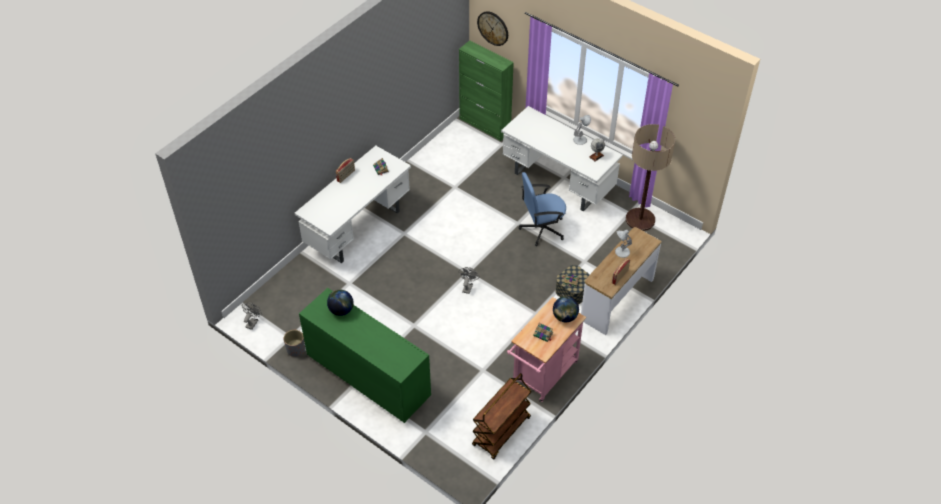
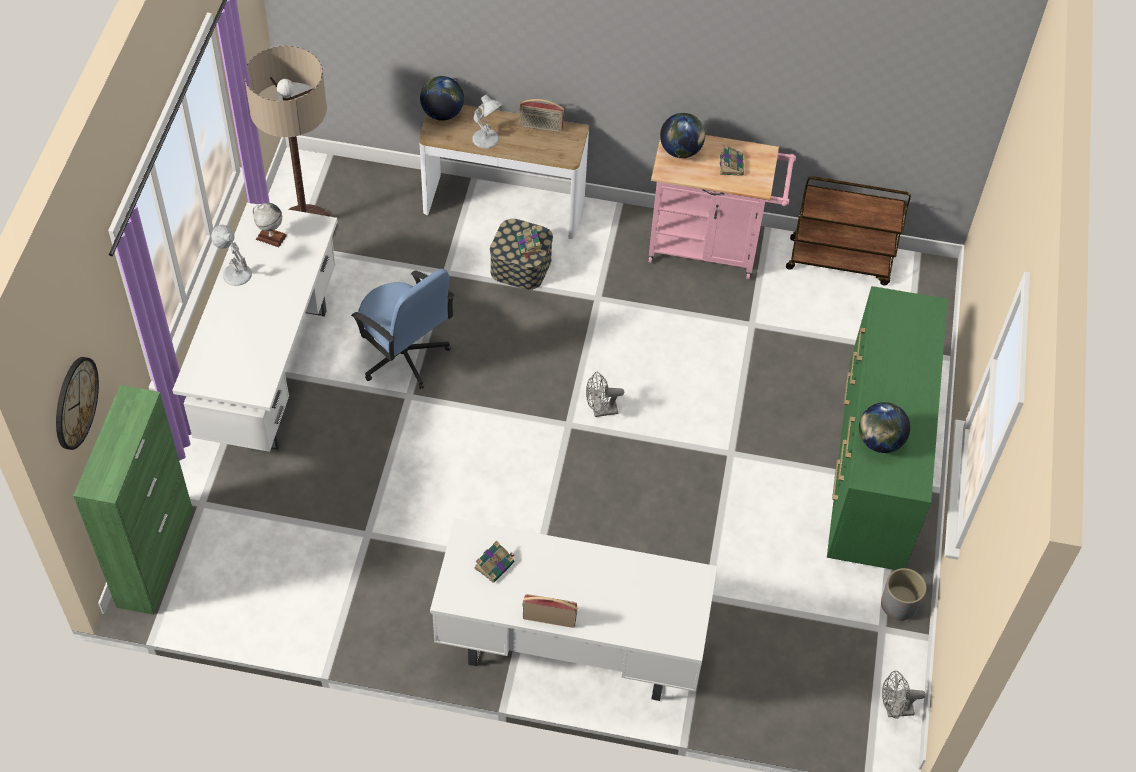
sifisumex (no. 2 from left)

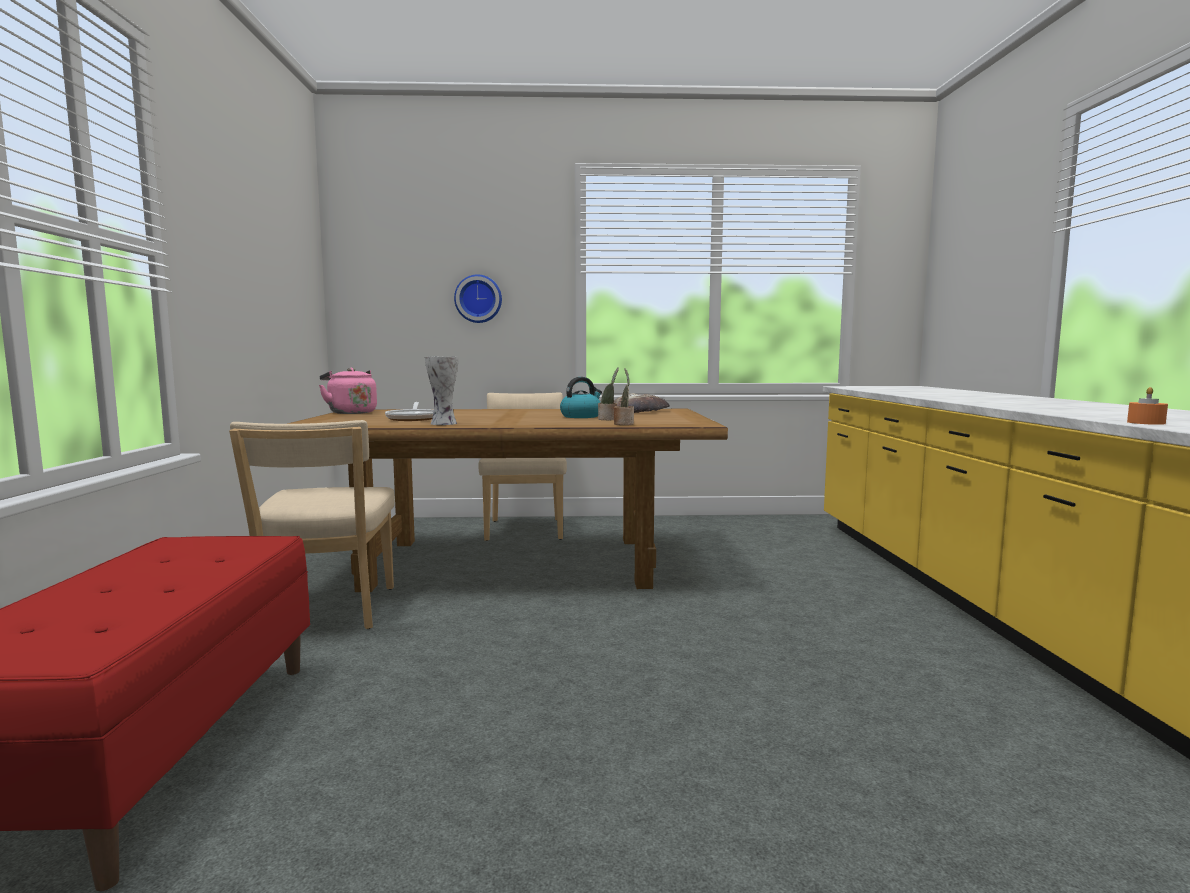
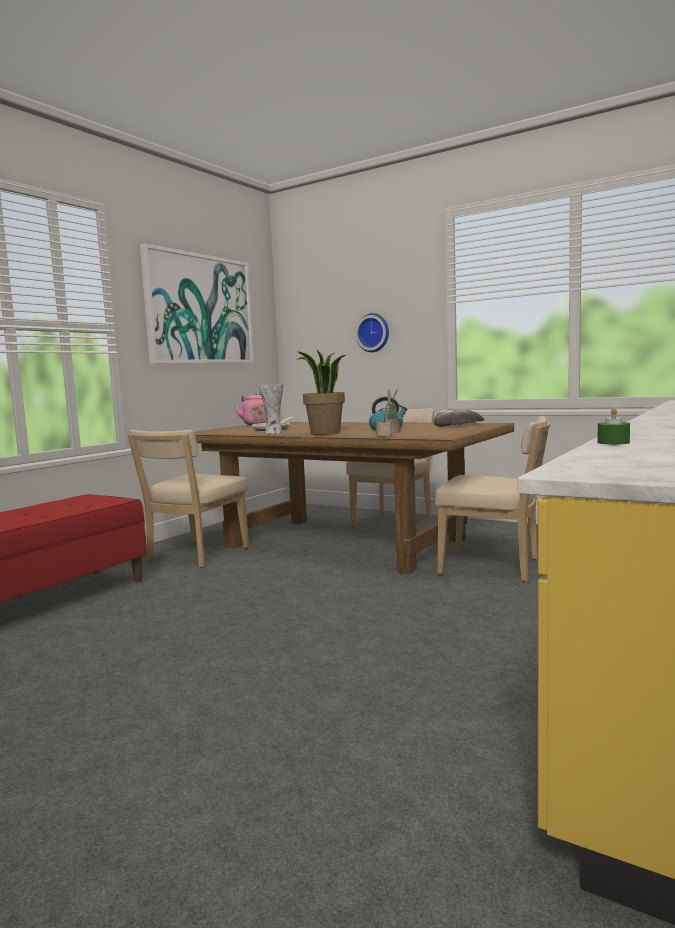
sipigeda
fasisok (no. 1 from left)
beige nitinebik (no. 3 from left)
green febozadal

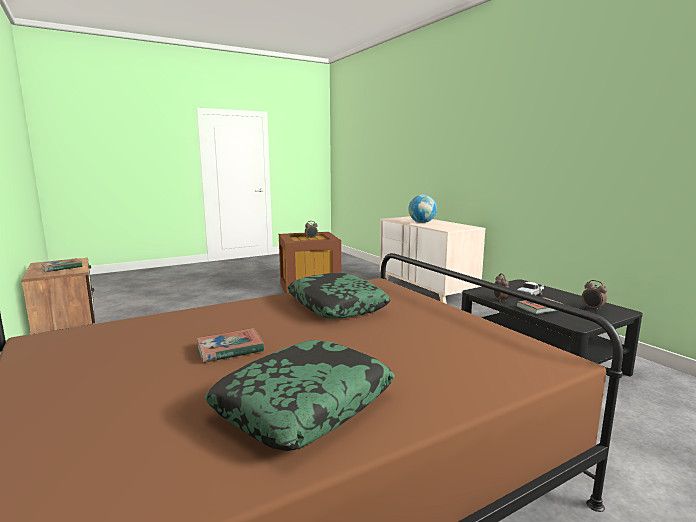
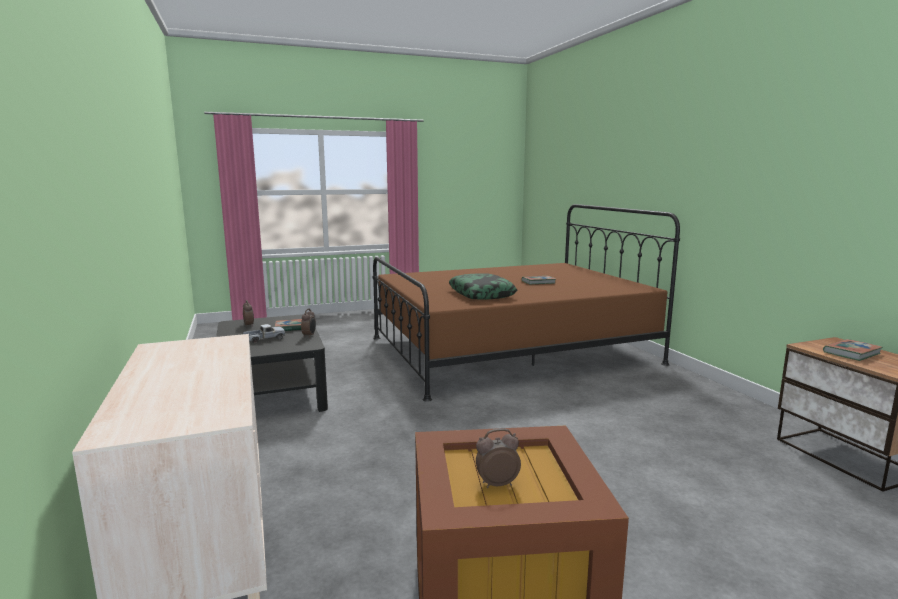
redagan (no. 1 from left in the first image)
sifisumex

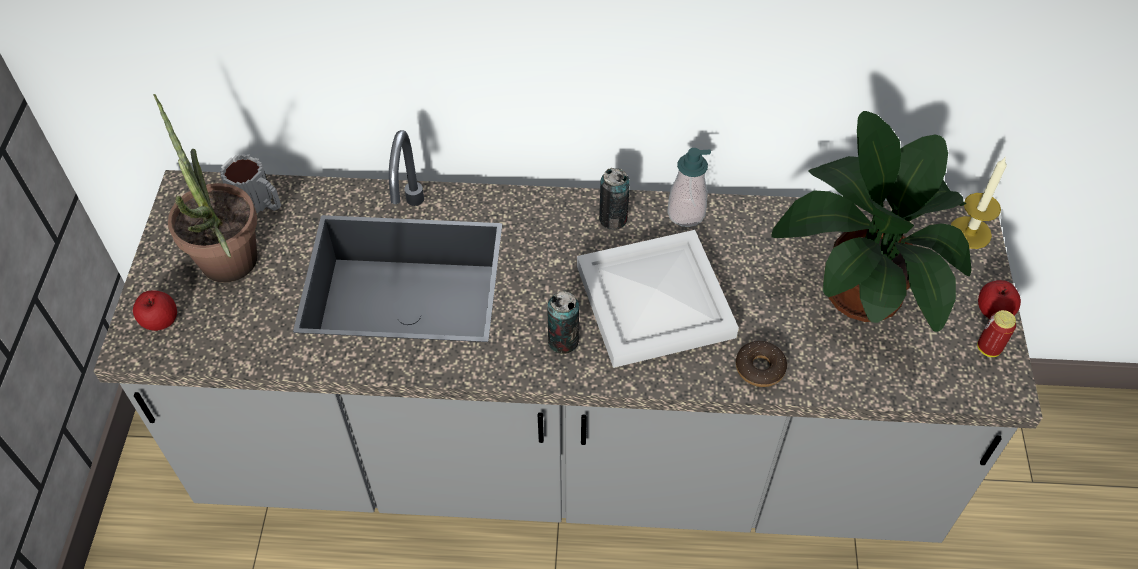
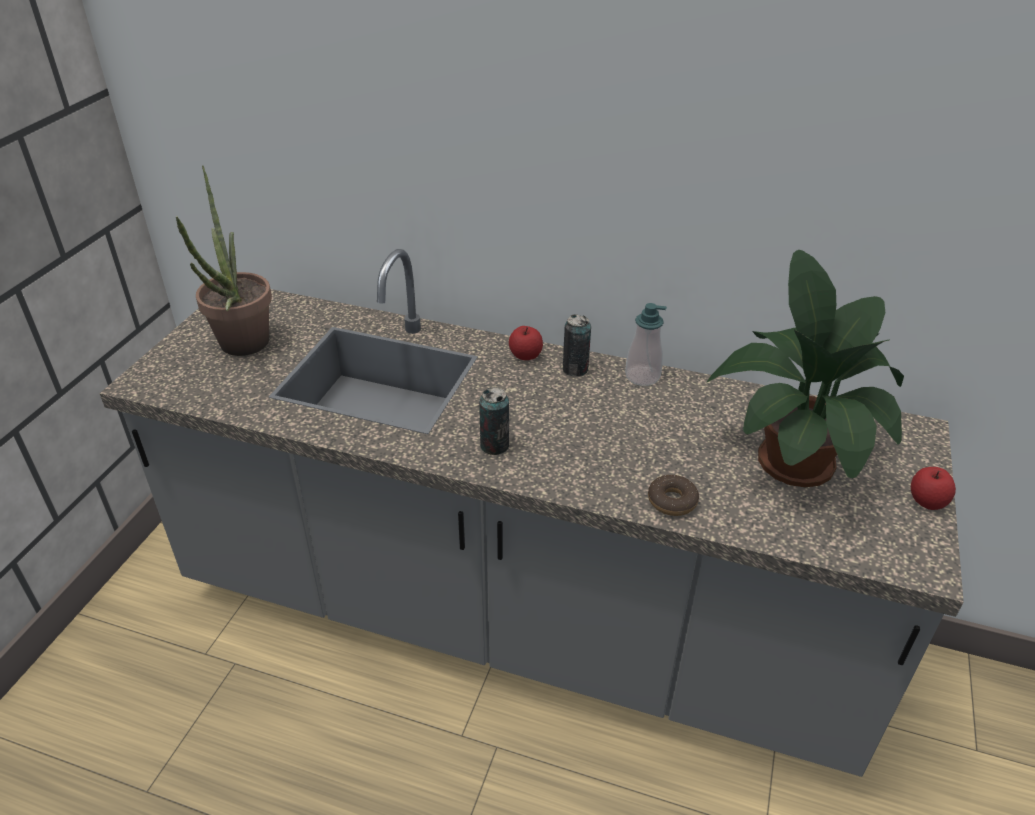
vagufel
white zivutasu
febozadal
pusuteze (no. 3 from left in the first image)
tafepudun (no. 1 from left)

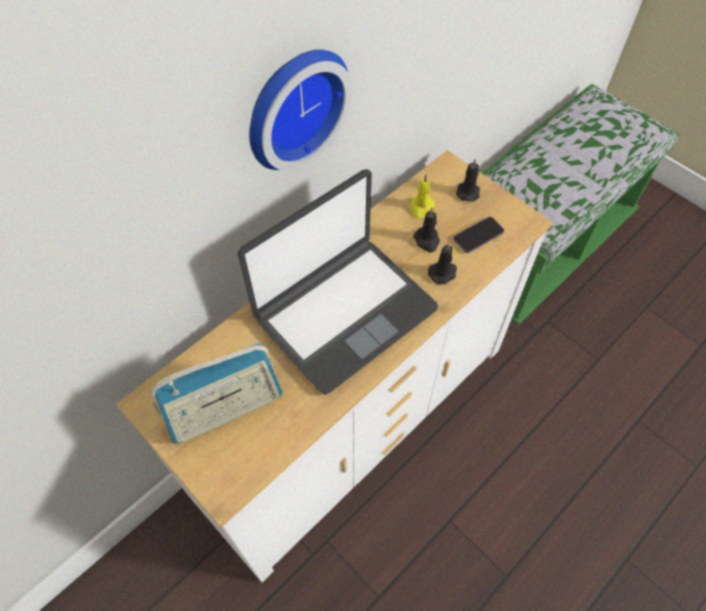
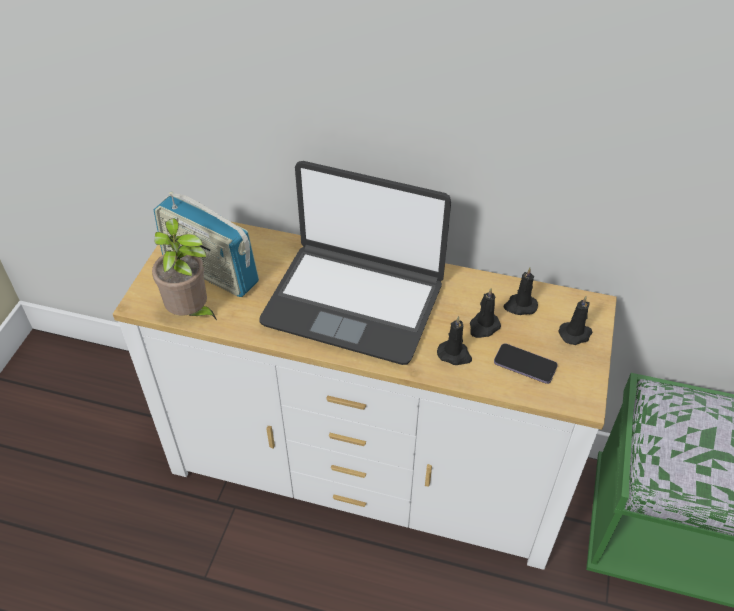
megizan
fasisok
black febozadal (no. 3 from left)

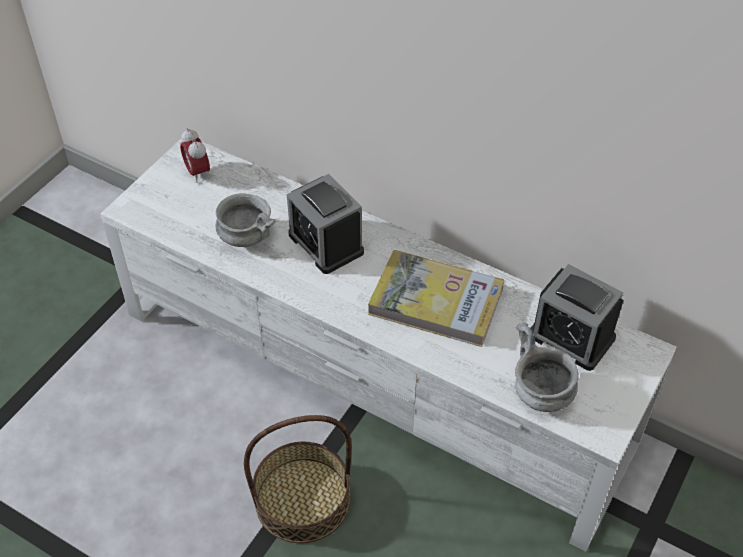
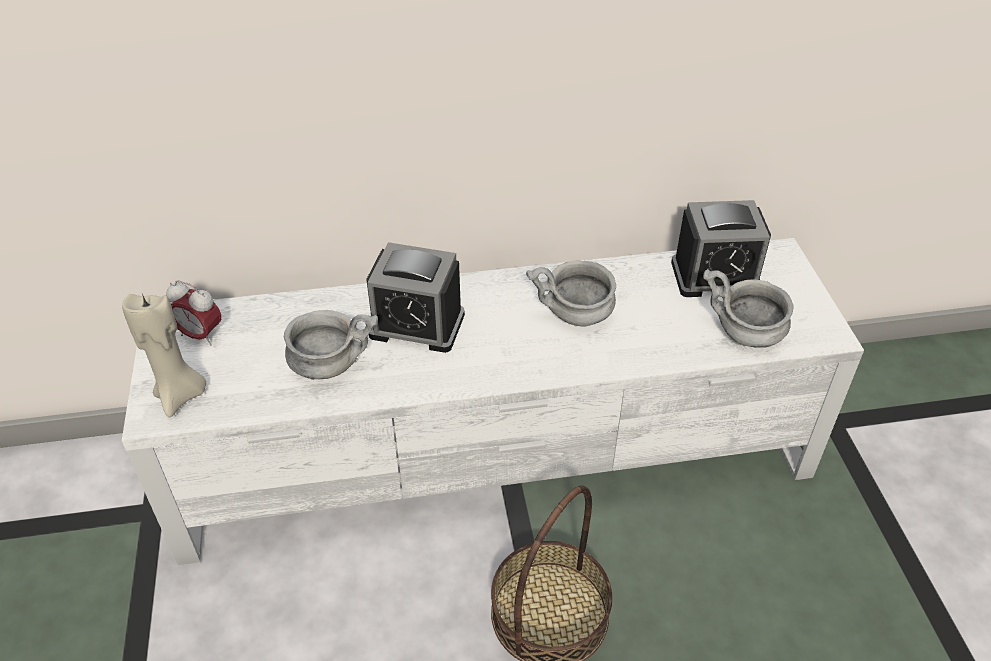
beige febozadal
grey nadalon (no. 2 from left)

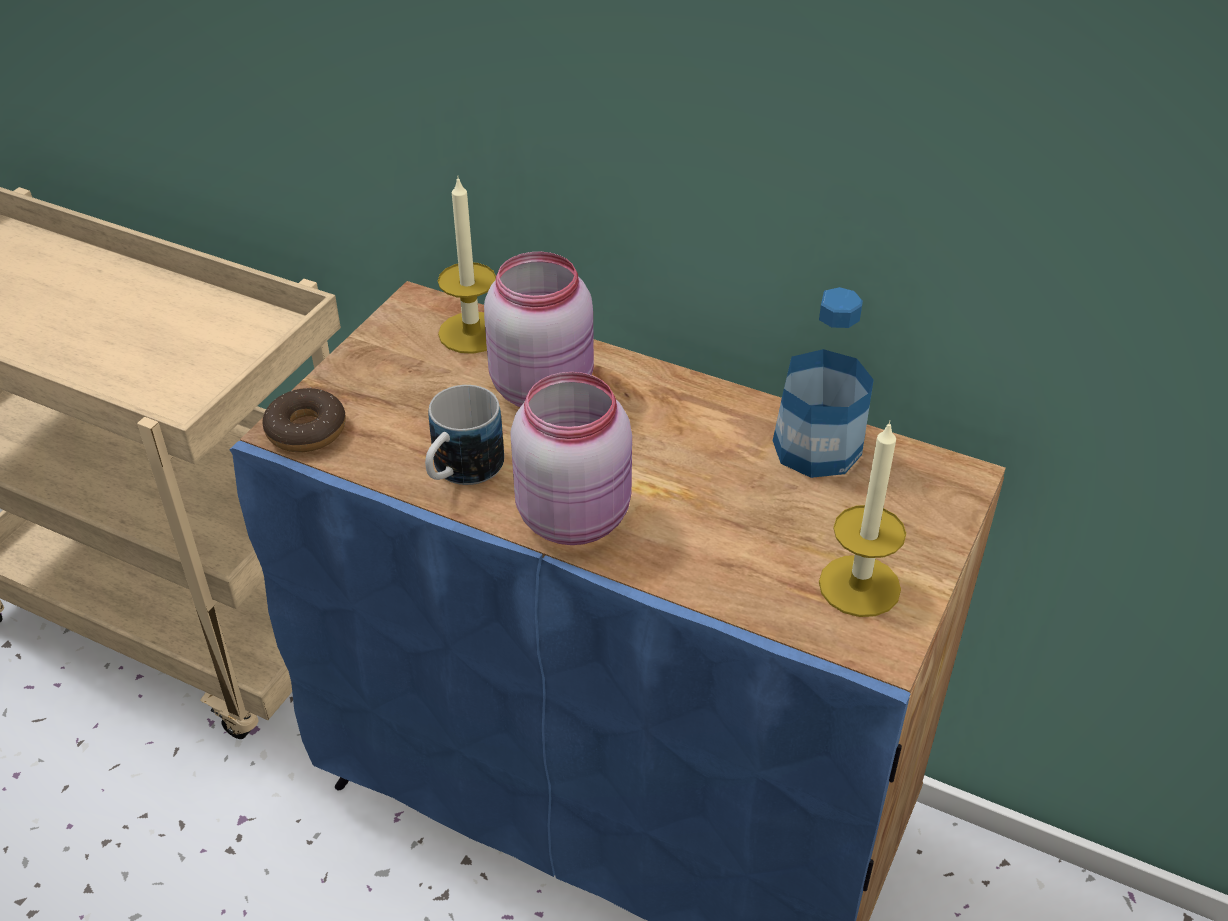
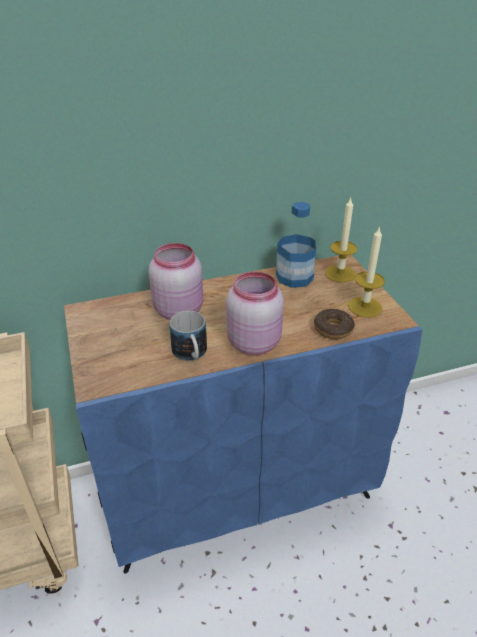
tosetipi
febozadal (no. 1 from left)

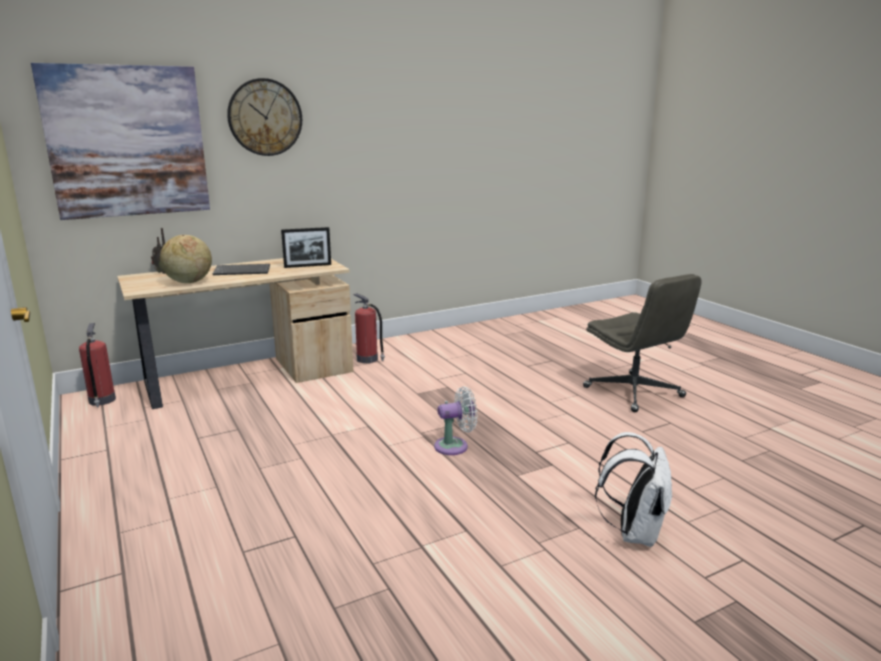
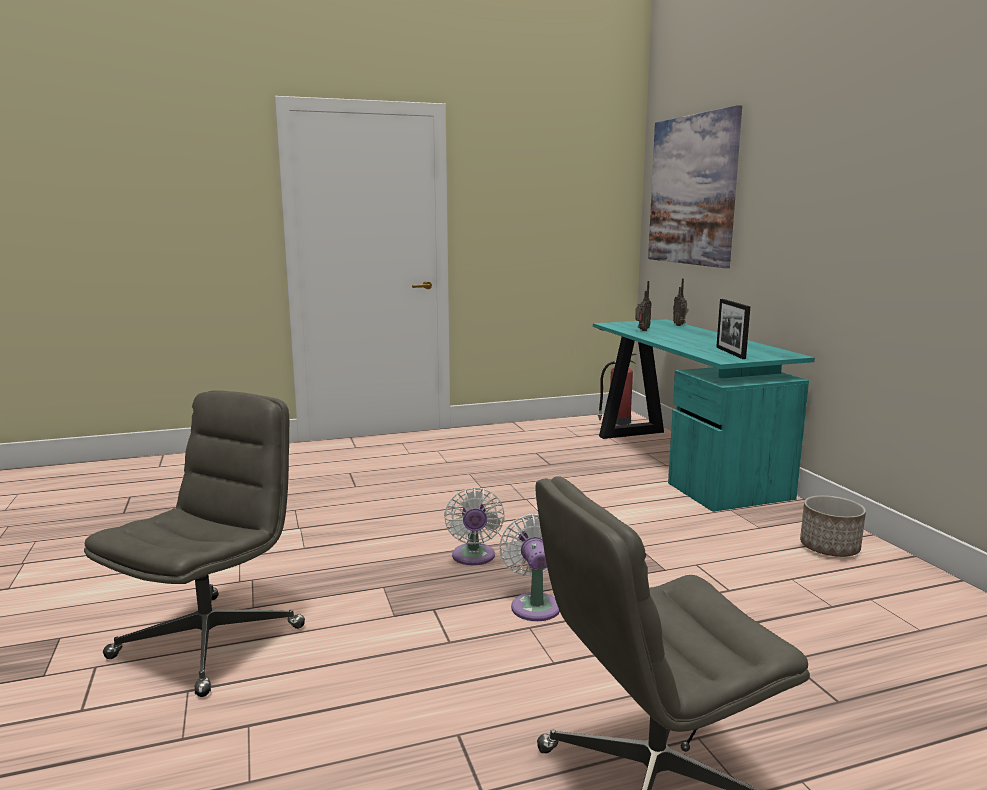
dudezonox
megizan
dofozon (no. 2 from left in the first image)
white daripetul (no. 2 from left)
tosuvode
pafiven (no. 1 from left)
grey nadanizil (no. 1 from left)
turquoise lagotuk

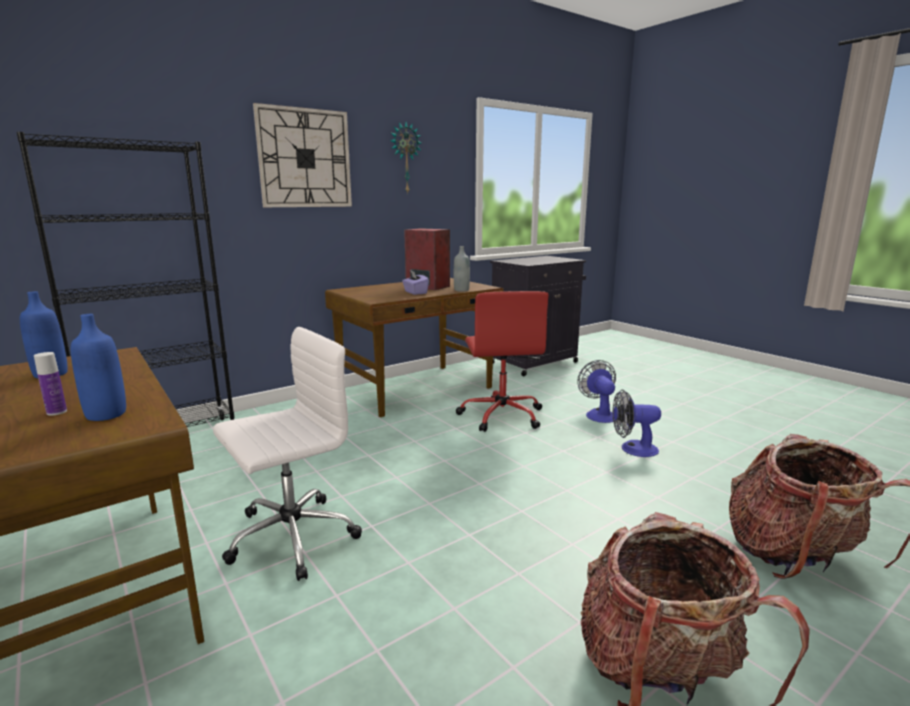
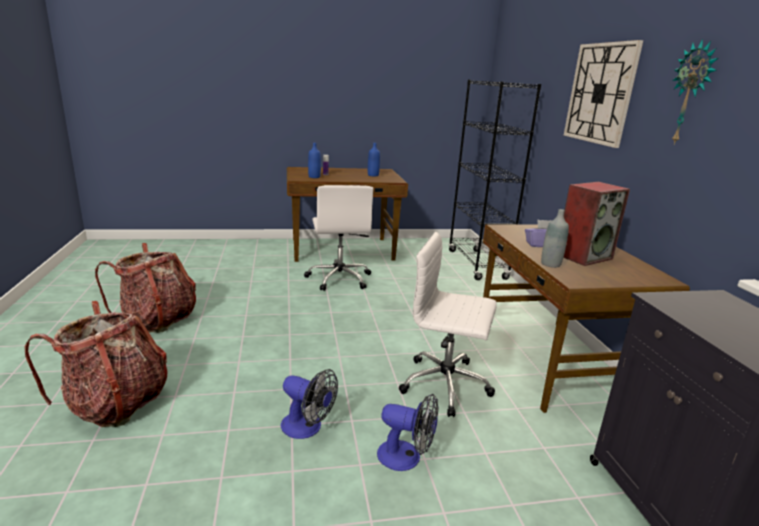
white nadanizil (no. 2 from left)
daripetul (no. 1 from left)

